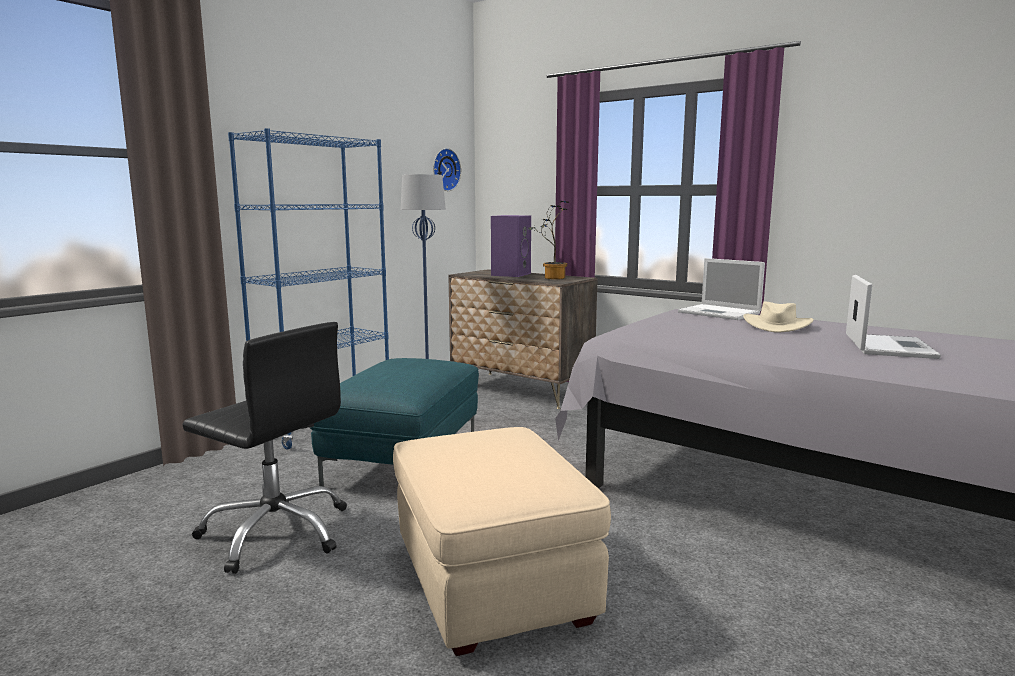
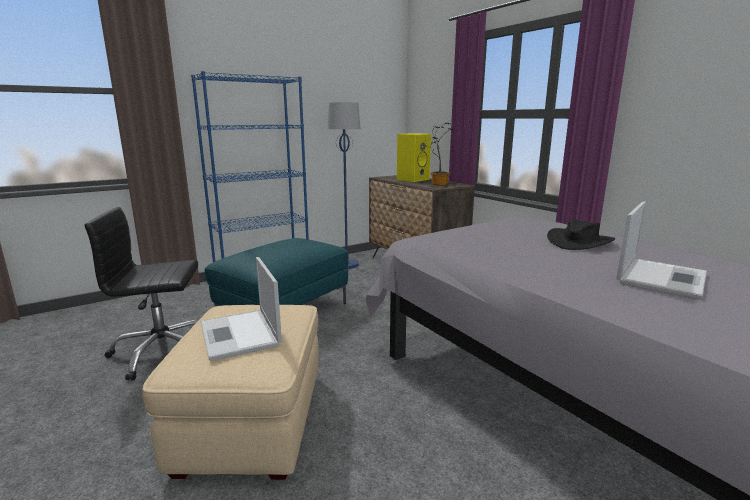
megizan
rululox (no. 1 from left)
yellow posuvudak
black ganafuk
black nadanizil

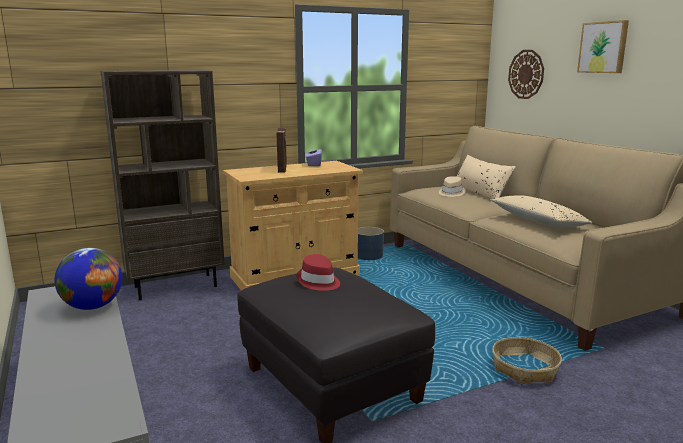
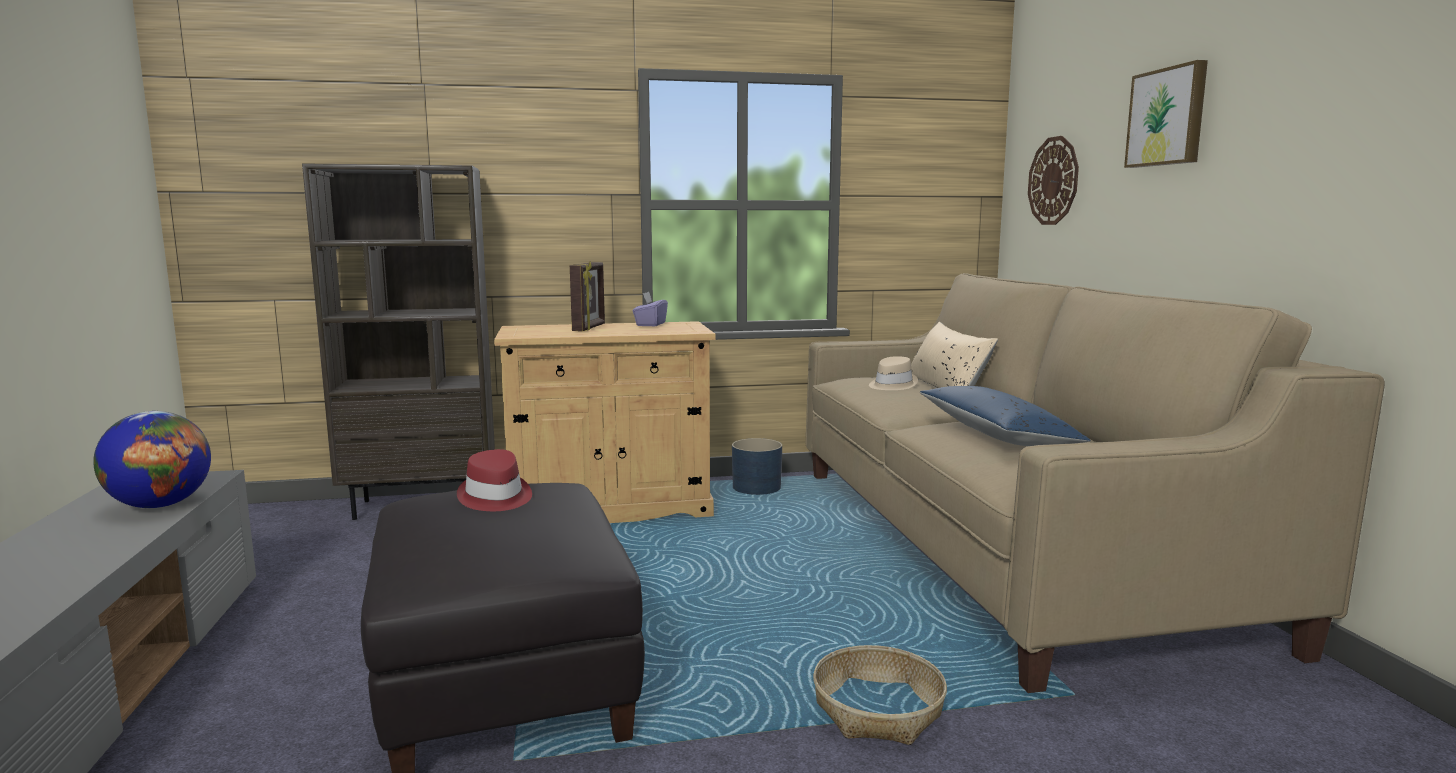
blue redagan

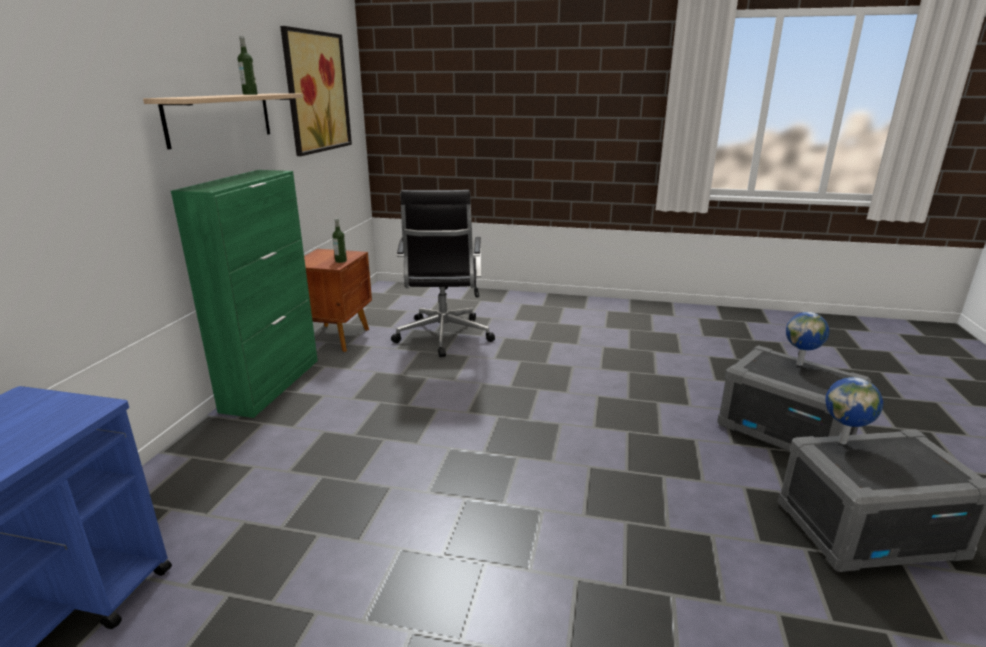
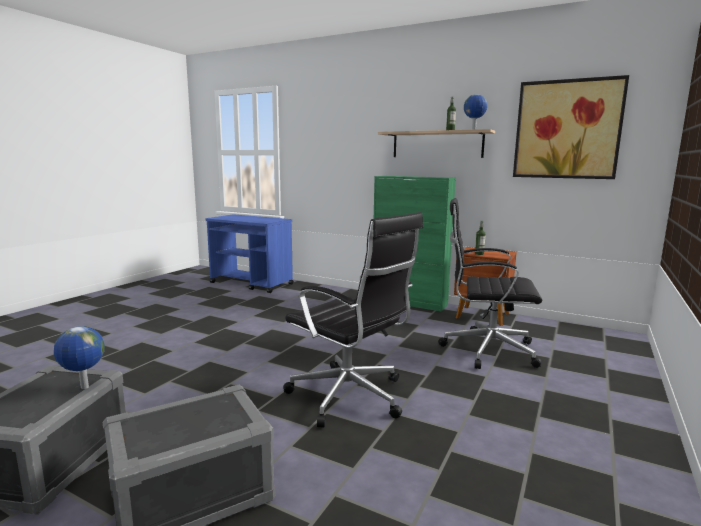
black nadanizil (no. 1 from left)
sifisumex (no. 2 from left)

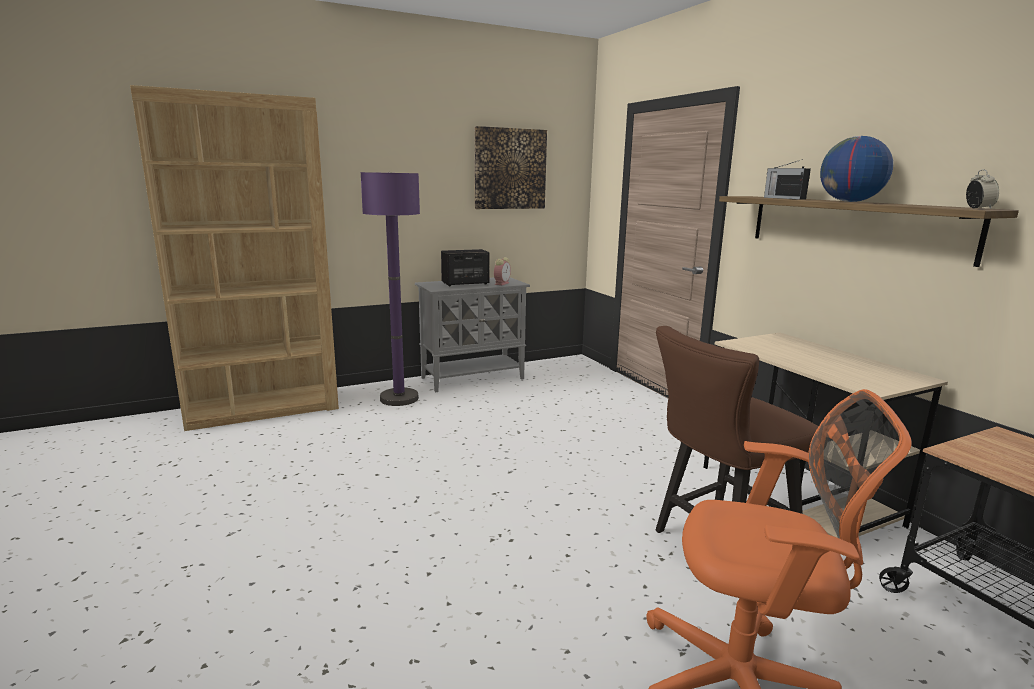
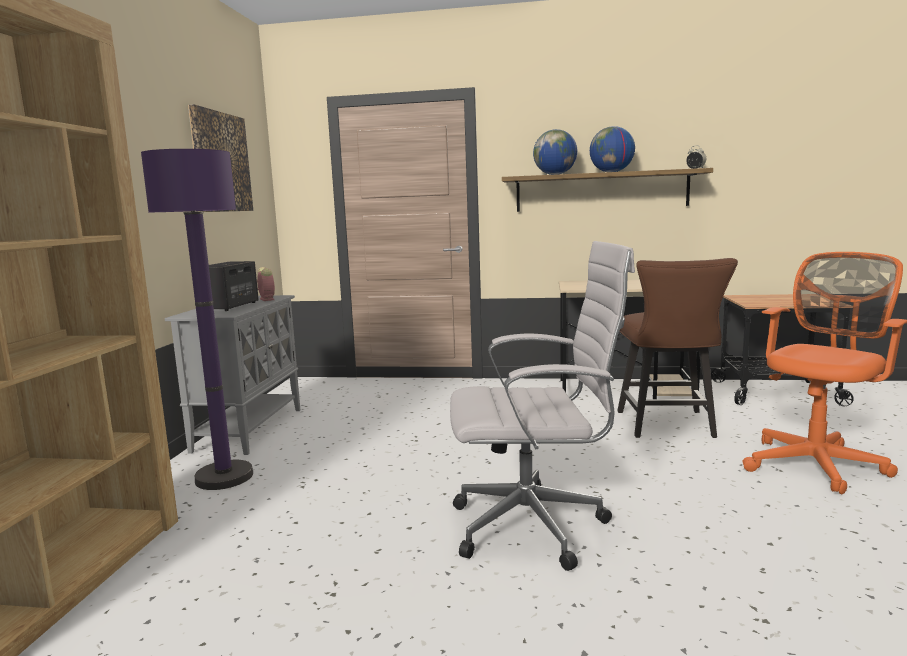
white nadanizil
sifisumex (no. 1 from left)

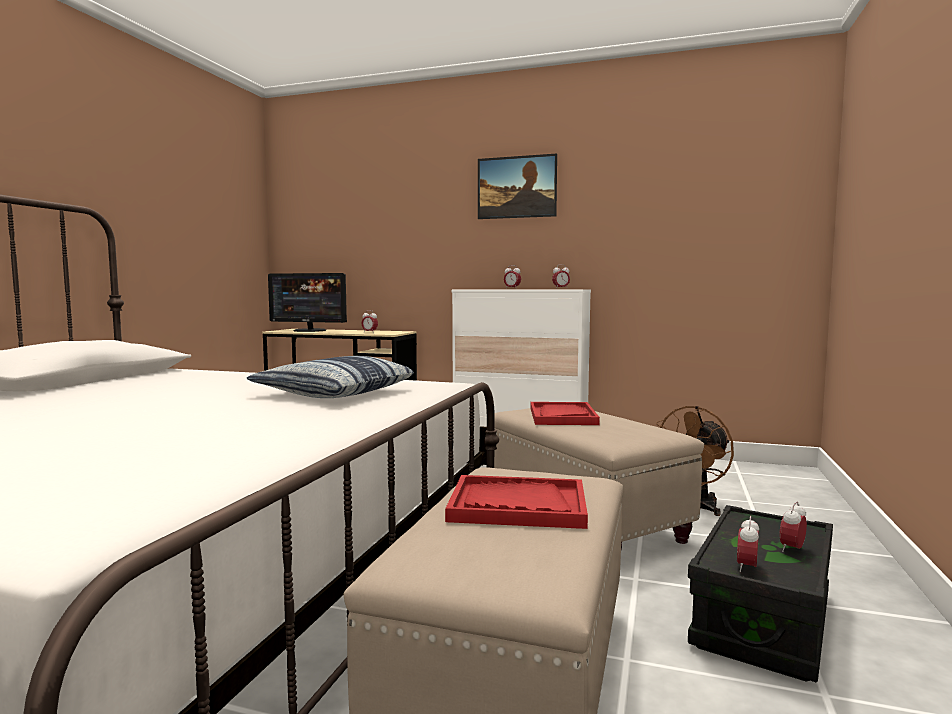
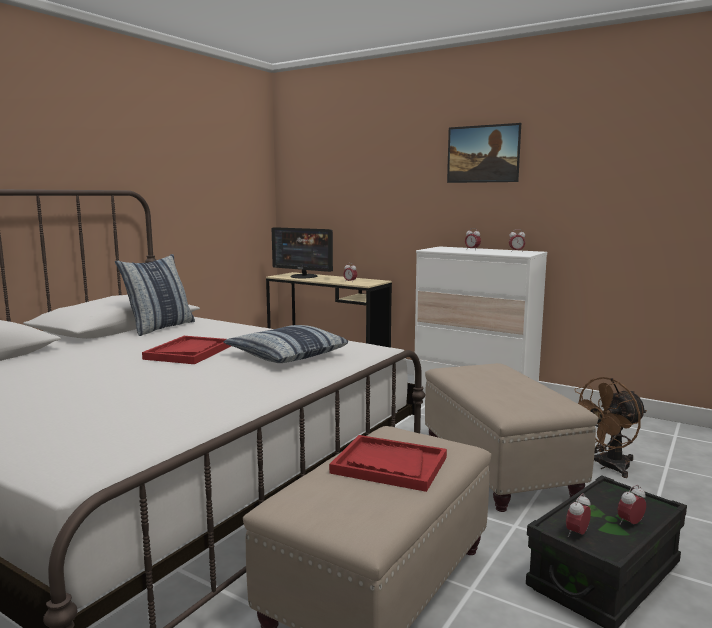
redagan (no. 1 from left)
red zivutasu (no. 1 from left)

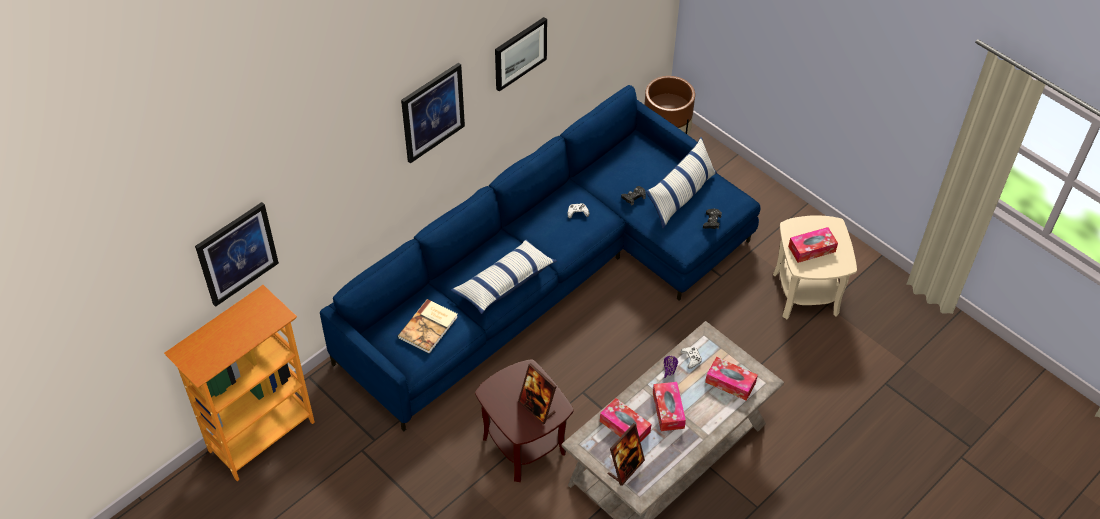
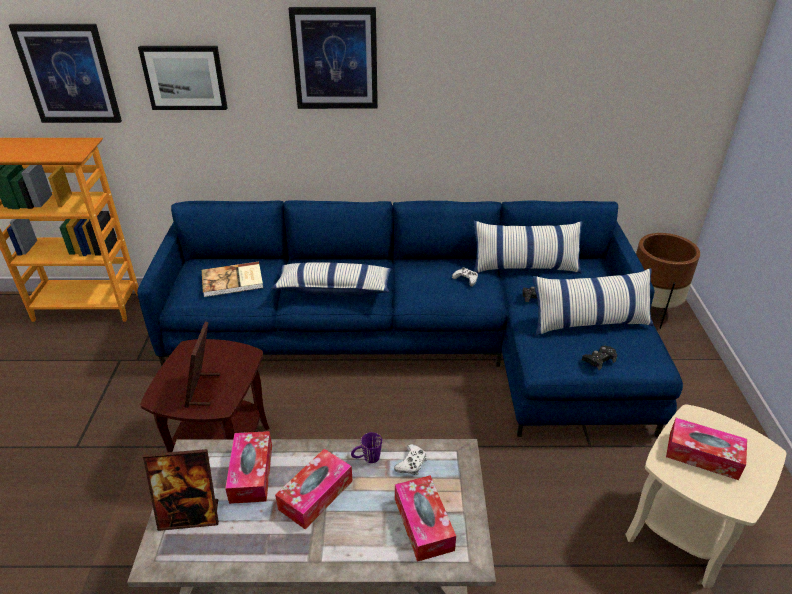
redagan (no. 2 from left)
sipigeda (no. 2 from left)

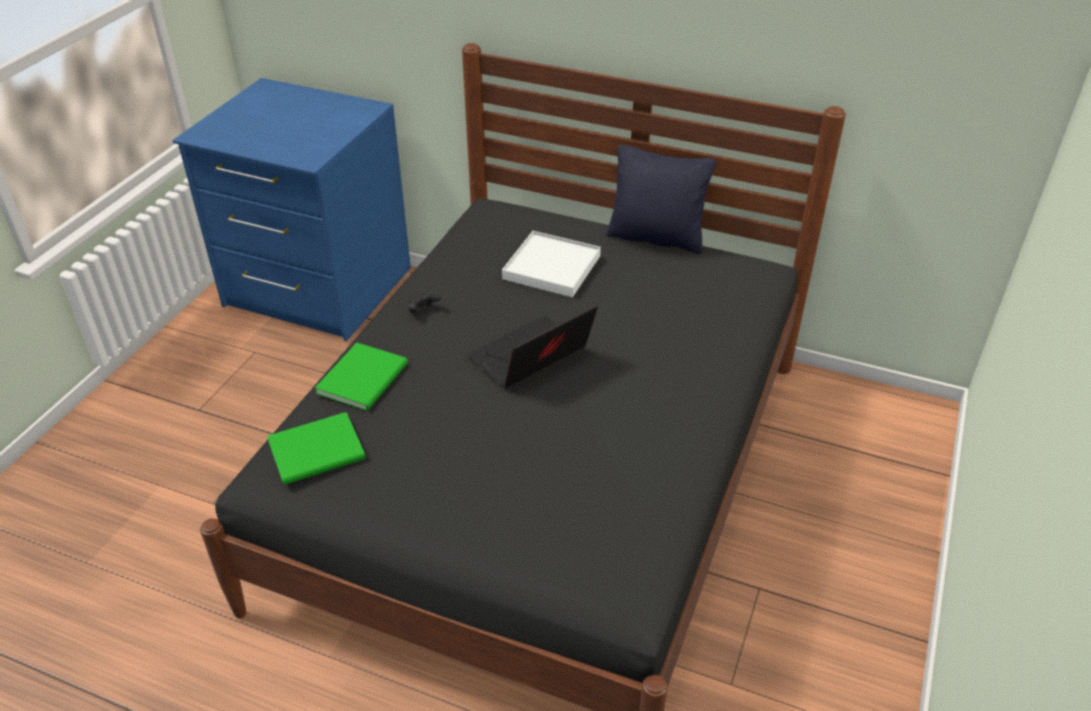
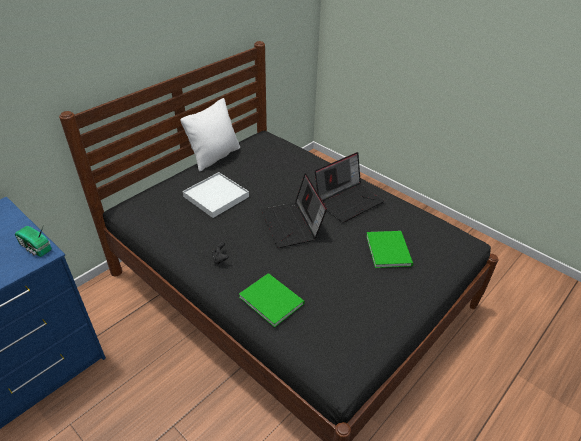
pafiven
rululox (no. 2 from left)
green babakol (no. 2 from left)
white redagan

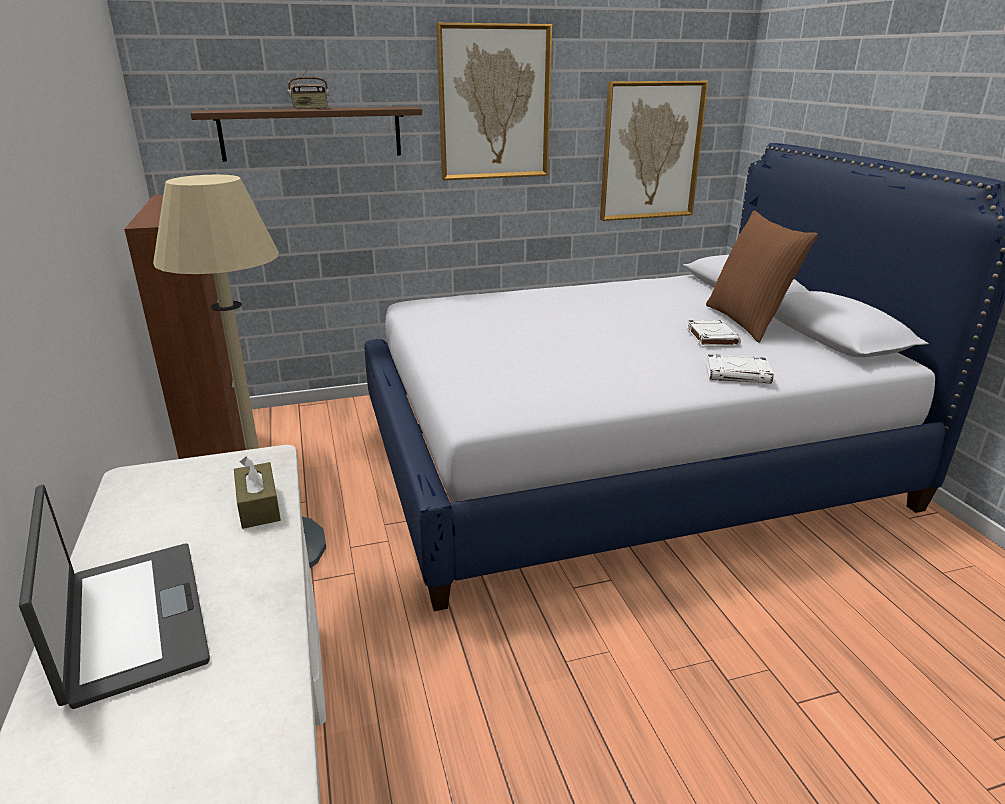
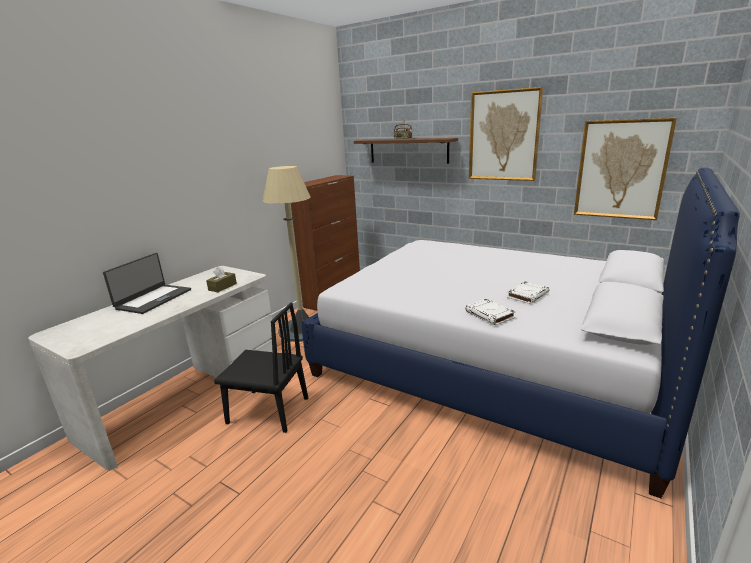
brown redagan
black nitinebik

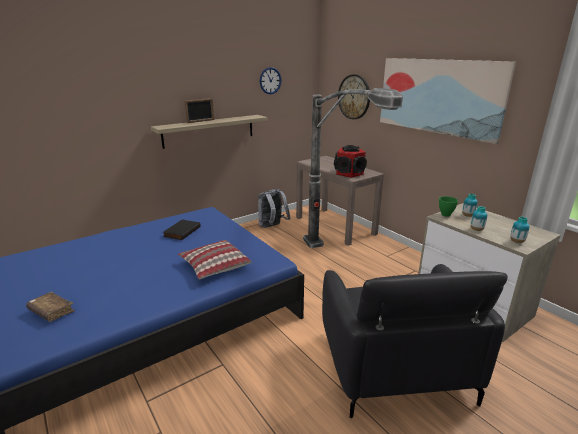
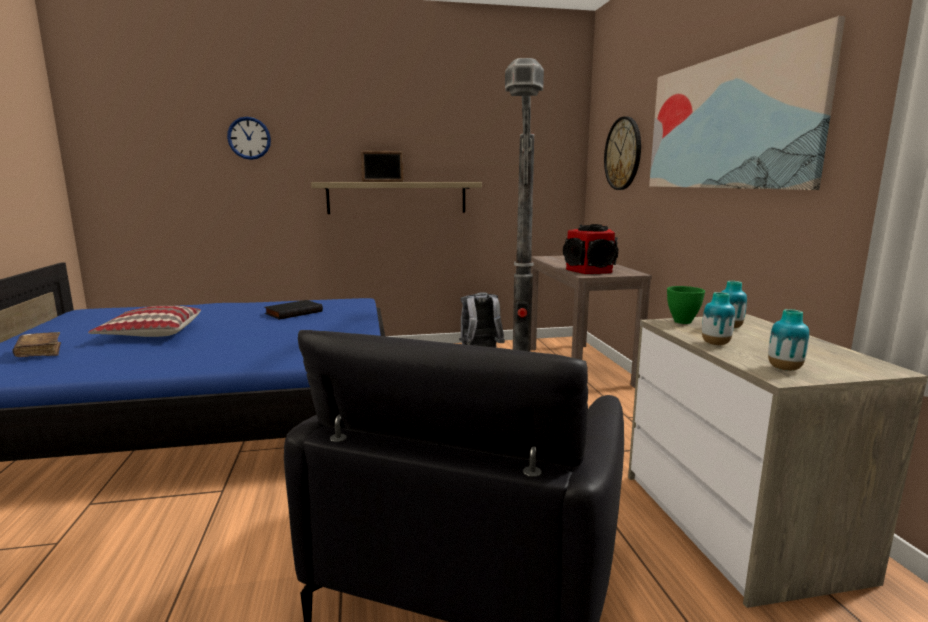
redagan
megizan (no. 1 from left)

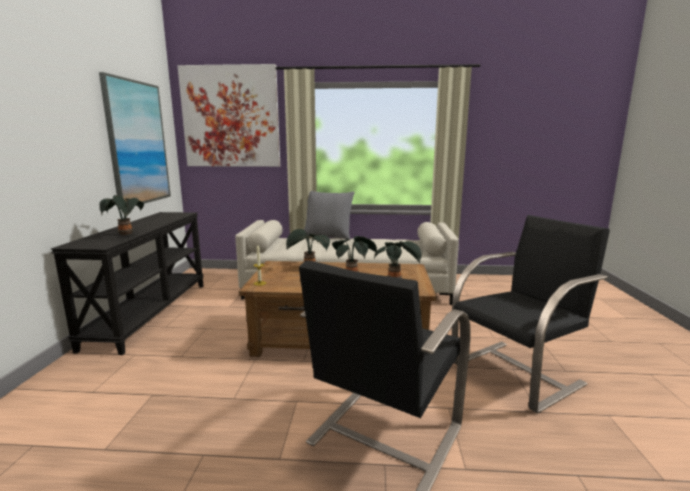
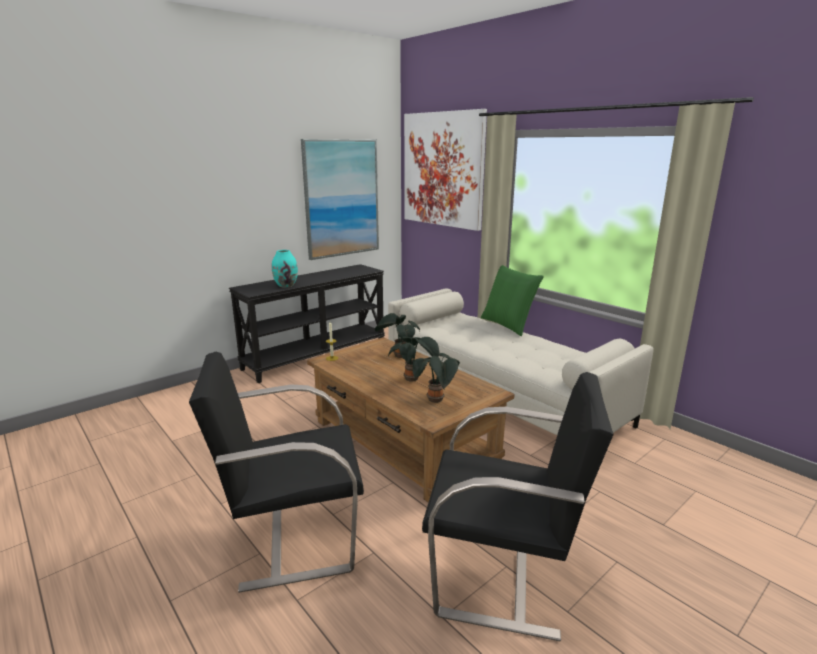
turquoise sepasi
green redagan

